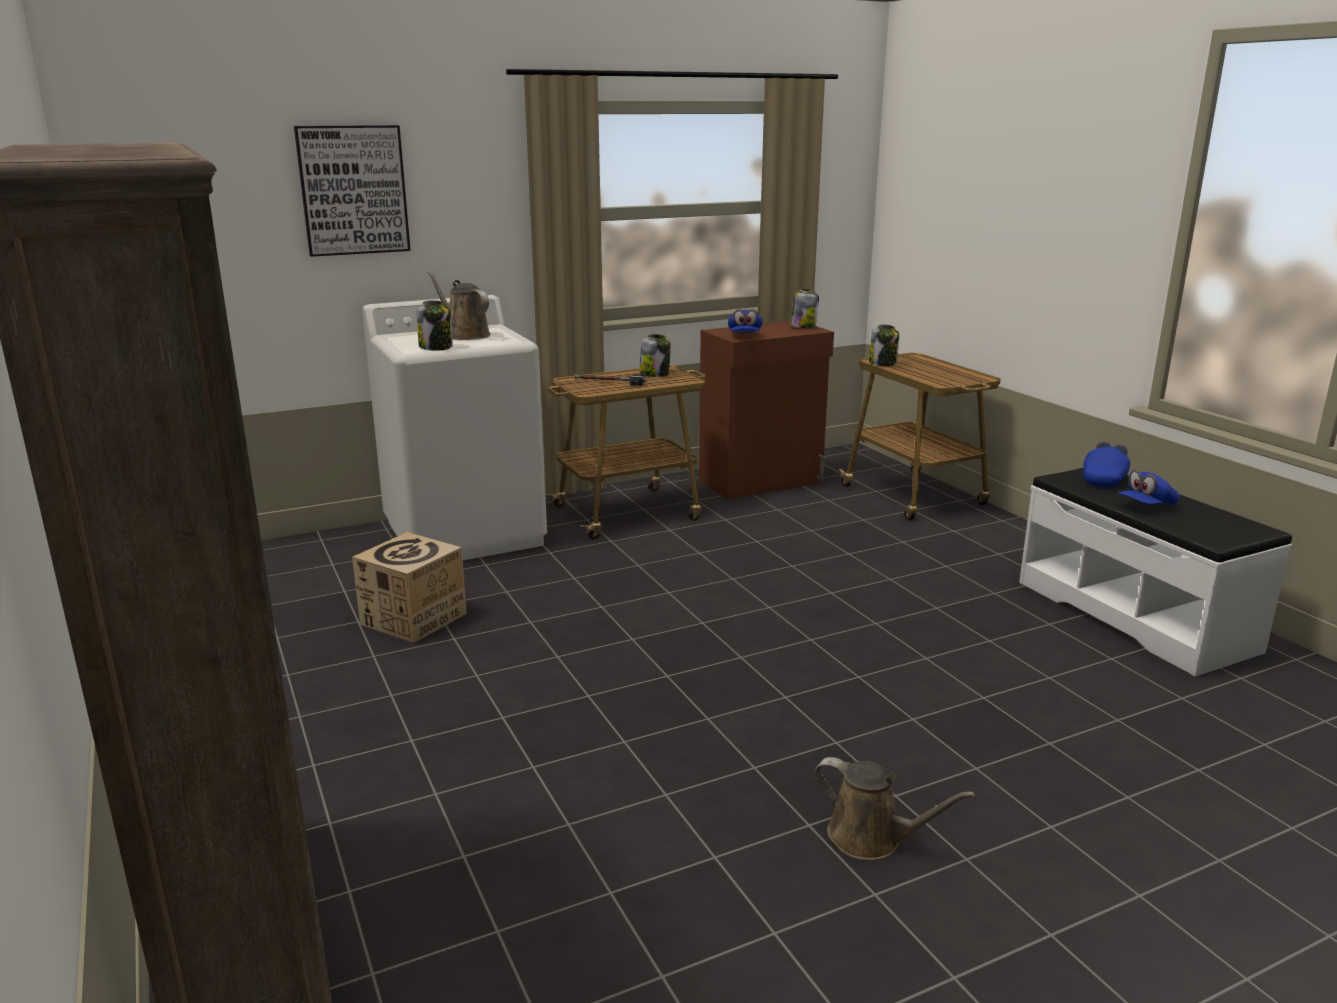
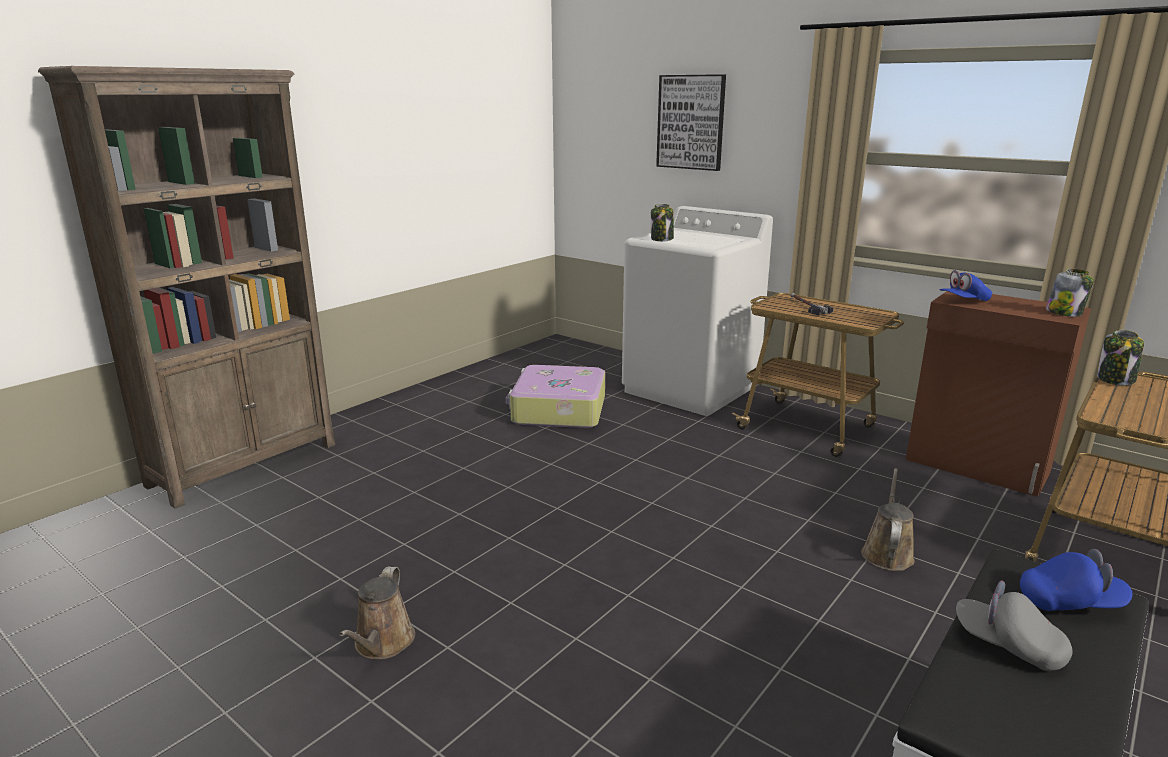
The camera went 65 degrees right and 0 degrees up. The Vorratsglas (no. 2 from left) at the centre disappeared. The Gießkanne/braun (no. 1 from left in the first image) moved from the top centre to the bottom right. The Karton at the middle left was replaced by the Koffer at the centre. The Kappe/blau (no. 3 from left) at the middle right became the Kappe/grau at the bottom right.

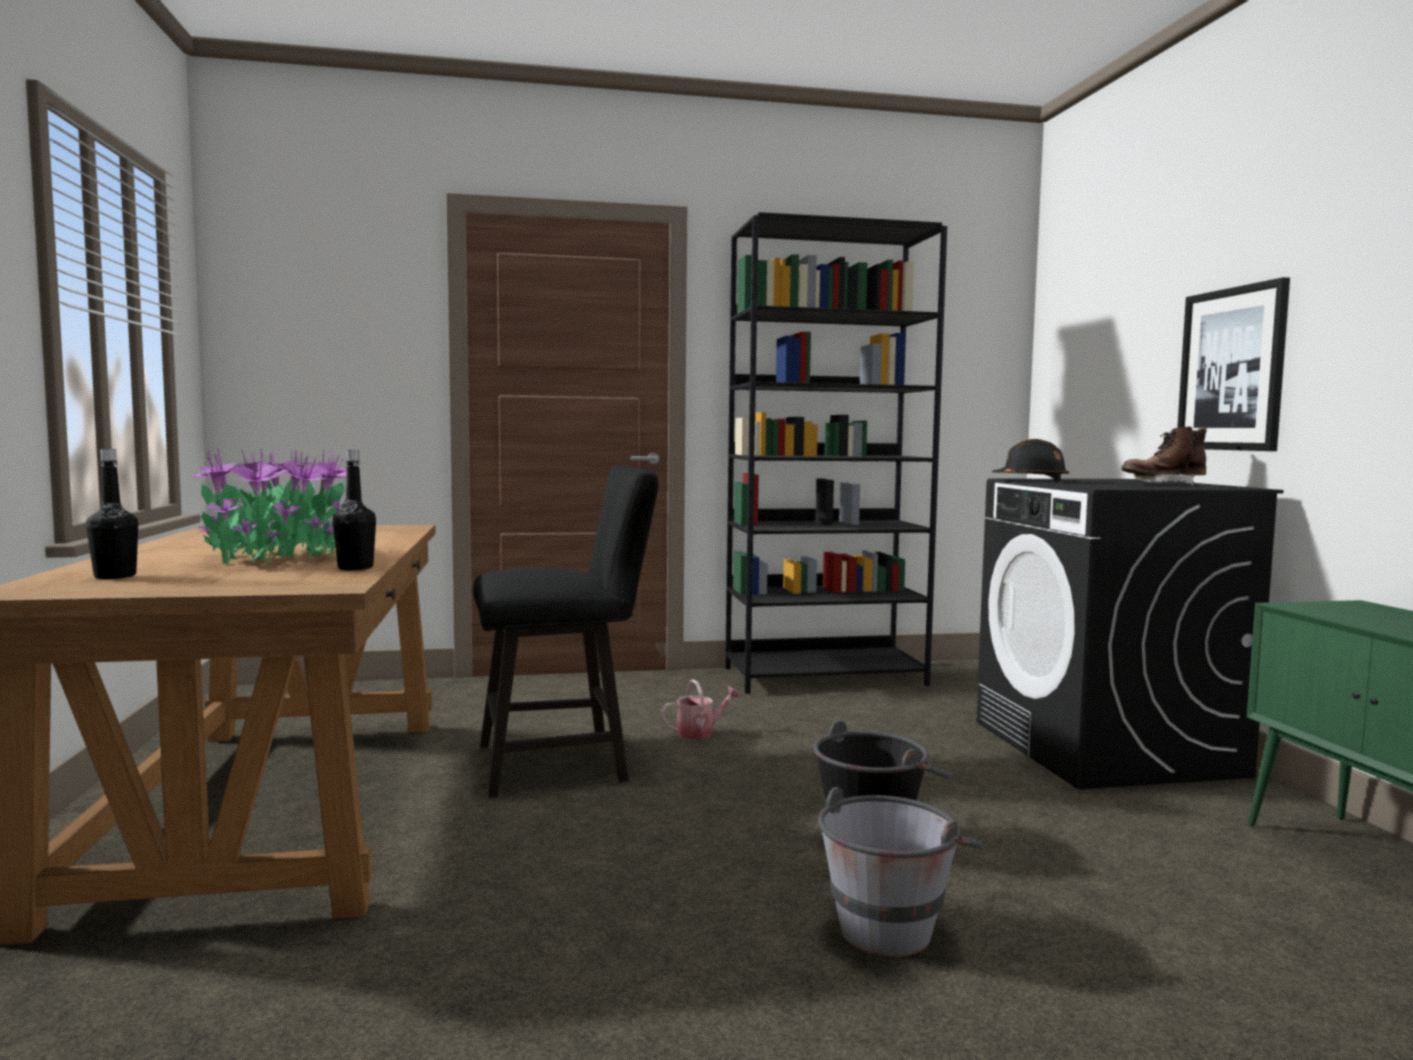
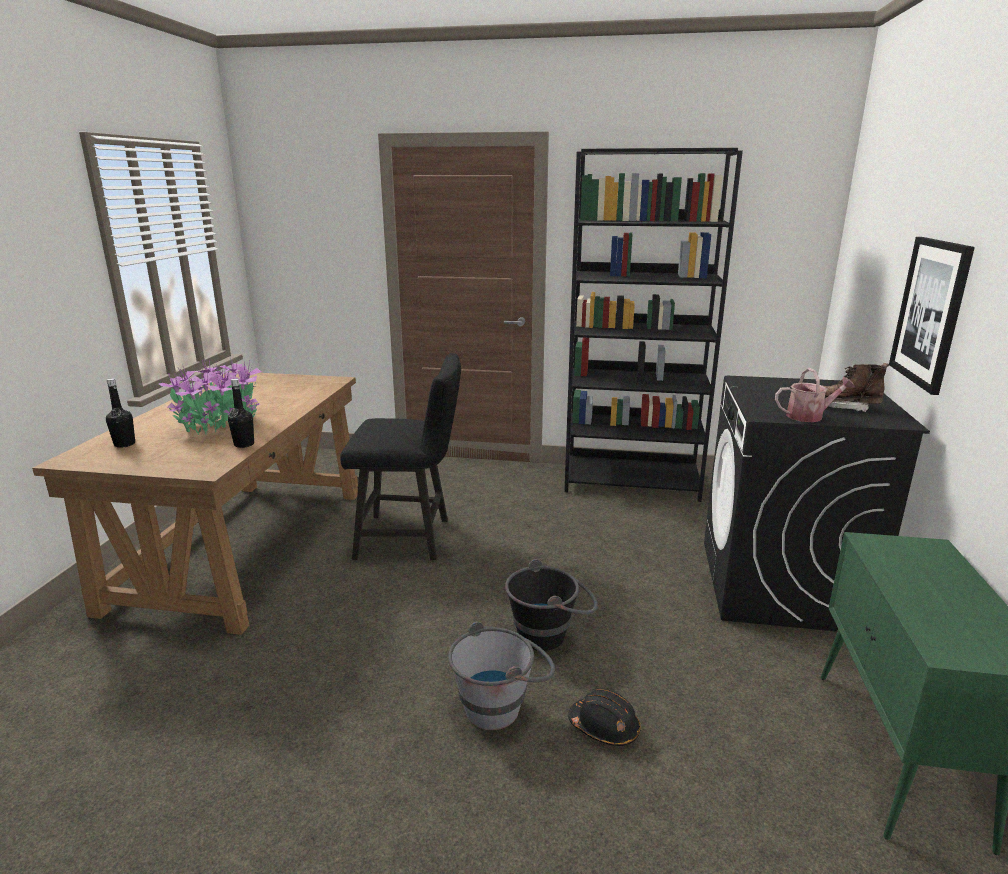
The camera went 20 degrees right and 15 degrees up. The Gießkanne moved from the bottom centre to the middle right. The Schutzhelm/schwarz moved from the middle right to the bottom centre.

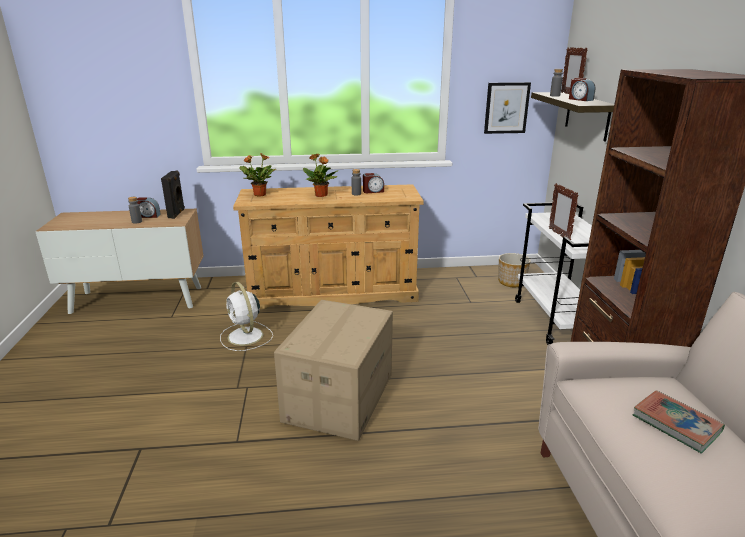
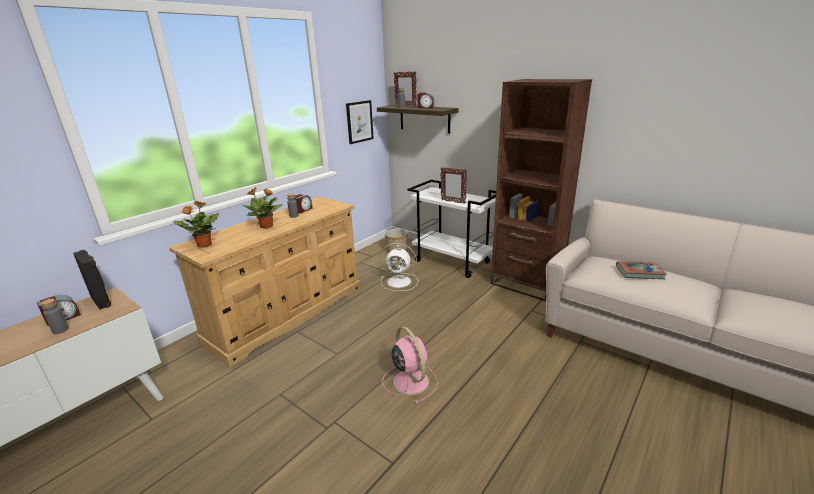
The camera went 45 degrees left and 0 degrees up. The Ventilator/weiß moved from the middle left to the centre. The Karton at the bottom centre was replaced by the Ventilator/rosa at the bottom centre.

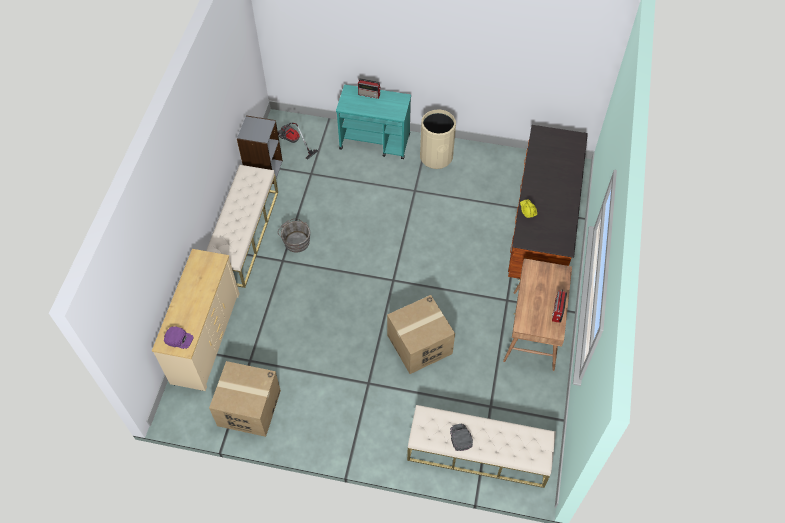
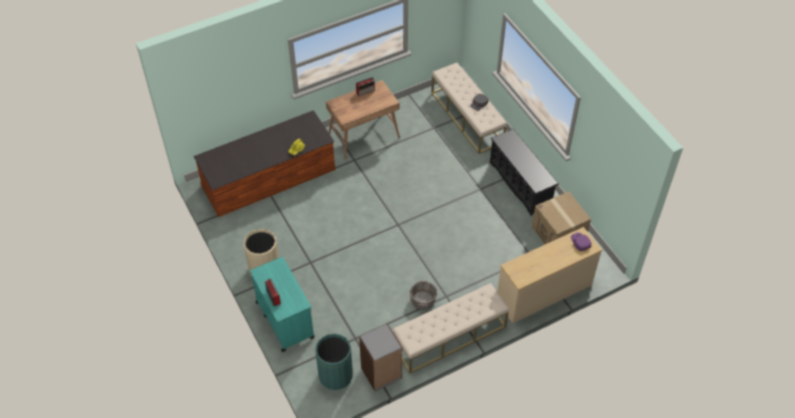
The camera went 130 degrees left and 5 degrees down. The Karton (no. 2 from left) at the centre disappeared. The Schuhregal/schwarz at the centre appeared. The Staubsauger at the top centre was replaced by the Mülleimer/grün at the bottom centre.

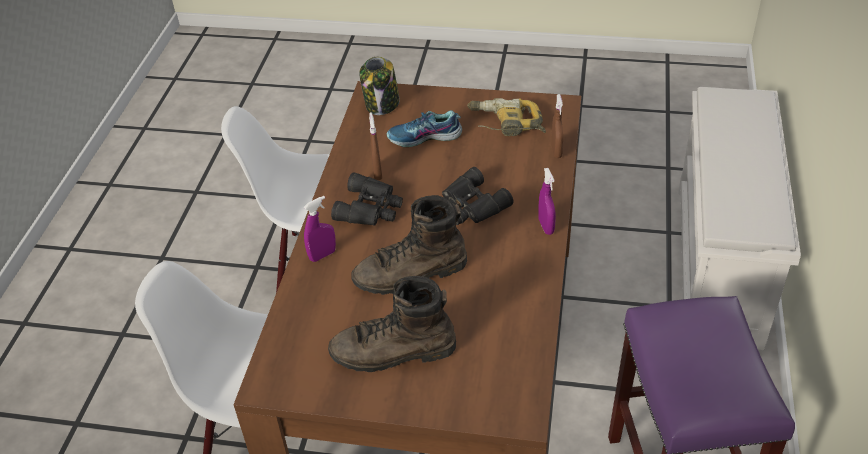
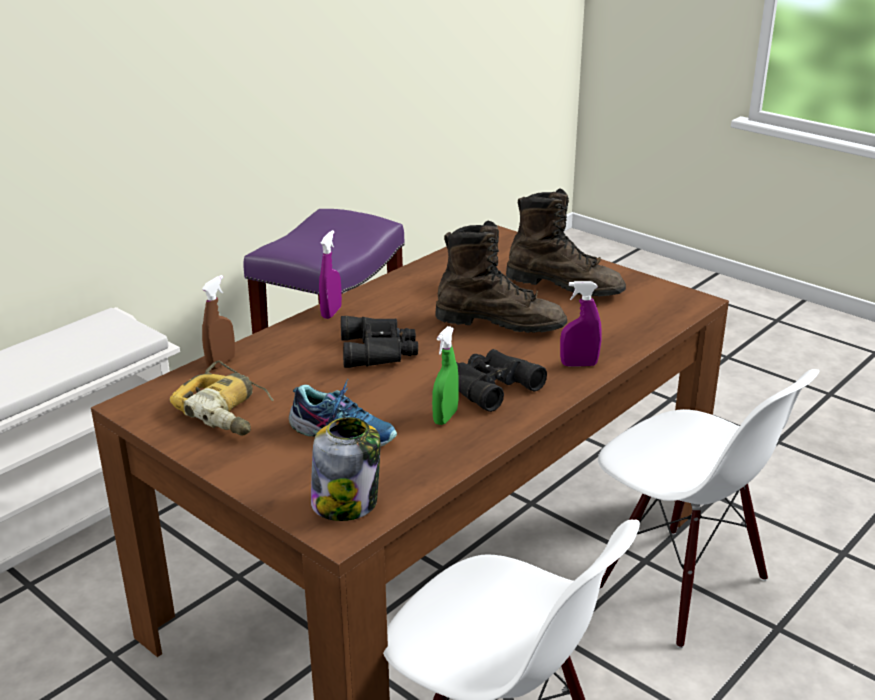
The camera went 150 degrees left and 15 degrees down. The Sprühflasche/braun (no. 1 from left) at the top centre became the Sprühflasche/grün at the centre.

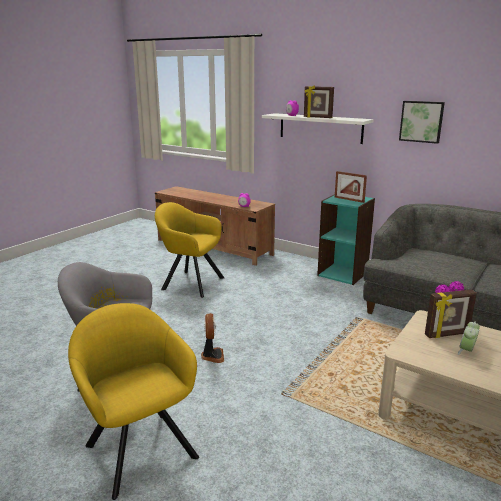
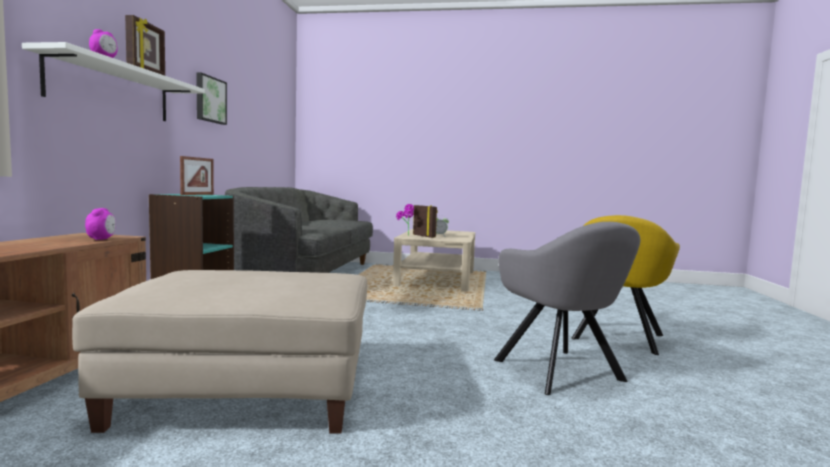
The camera went 115 degrees left and 15 degrees down. The Ventilator at the bottom centre disappeared. The Sessel/gelb (no. 2 from left) at the centre was replaced by the Polsterhocker/beige at the bottom left.

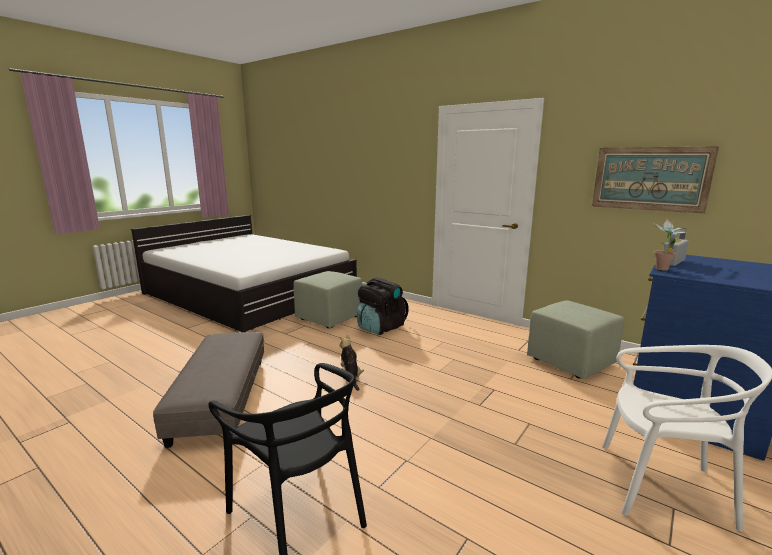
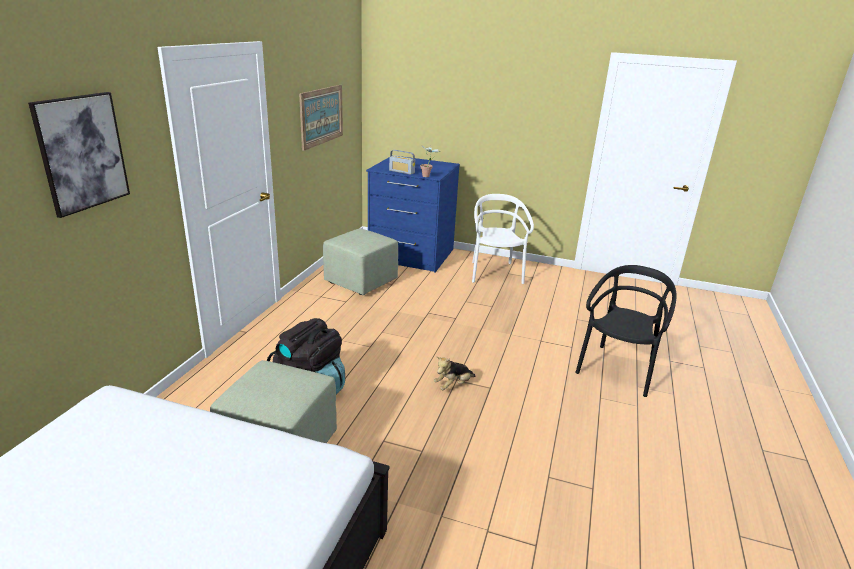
The camera went 110 degrees left and 10 degrees up. The Polsterhocker/grau at the bottom left disappeared. The Bild (no. 1 from left) at the top left appeared.

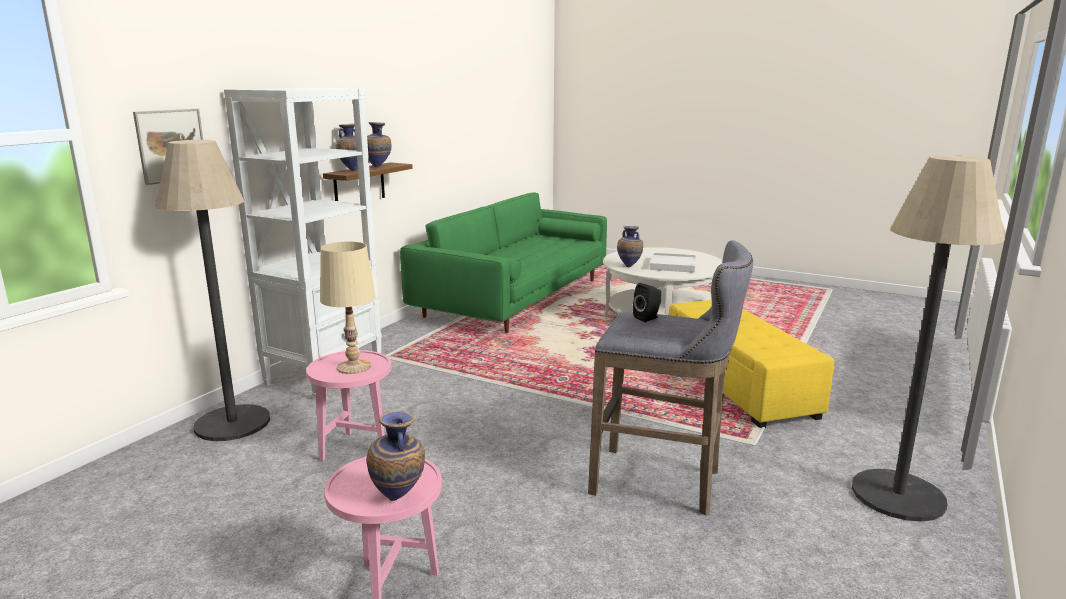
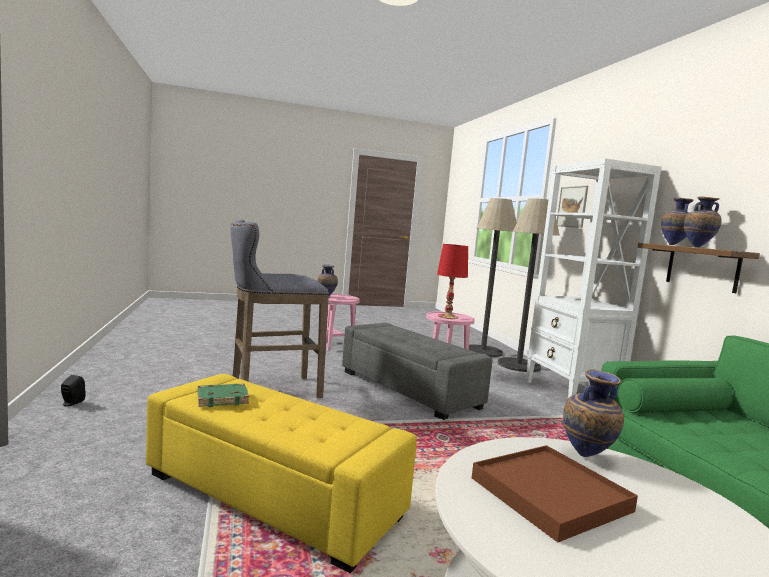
The camera went 135 degrees right and 10 degrees down. The Buch/grün at the bottom left appeared. The Polsterhocker/grau at the centre appeared. The Lautsprecher/schwarz moved from the centre to the bottom left. The Stehlampe (no. 2 from left in the first image) moved from the middle right to the centre. The Tischlampe/beige at the middle left became the Tischlampe/rot at the centre. The Tablett/weiß at the centre became the Tablett/braun at the bottom right.

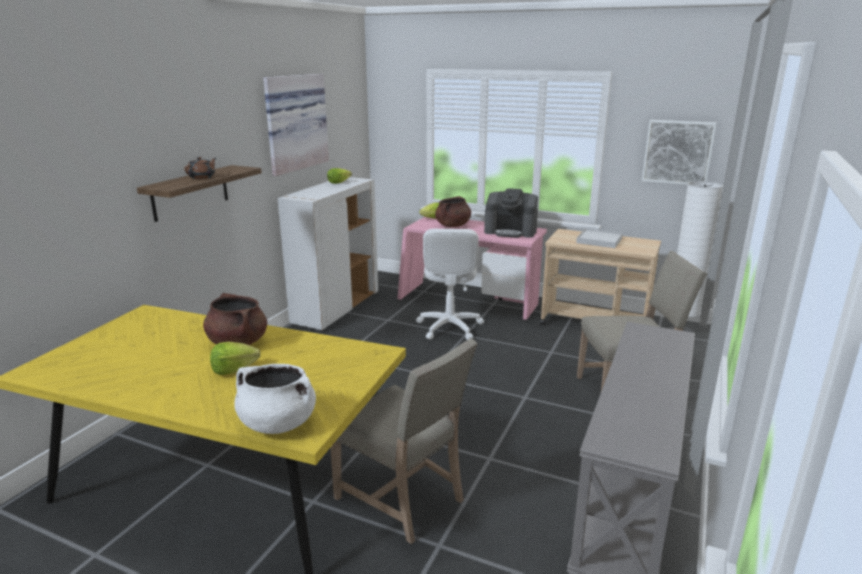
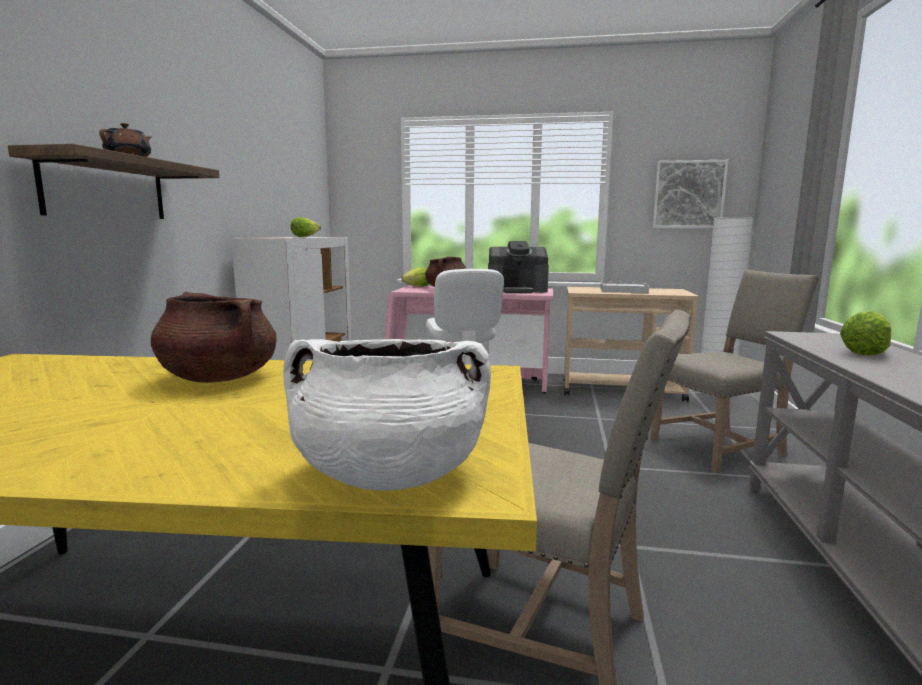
The camera went 15 degrees left and 10 degrees down. The Bild (no. 1 from left) at the top centre disappeared. The Salatkopf (no. 1 from left in the first image) moved from the middle left to the middle right.

